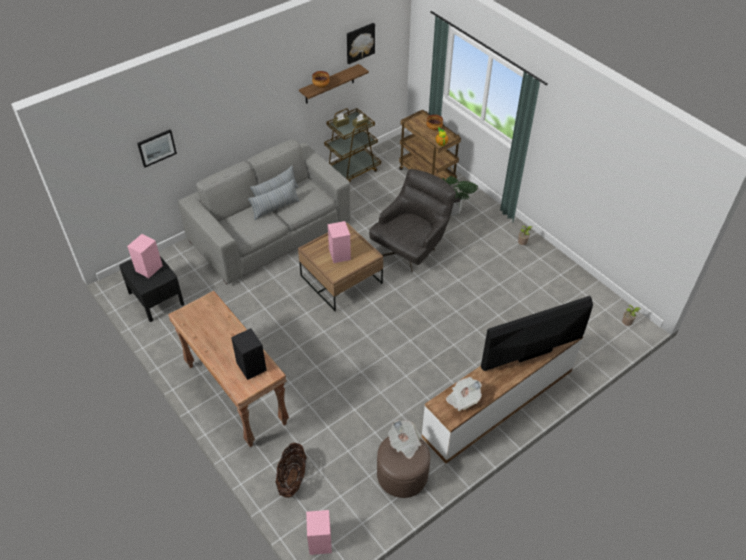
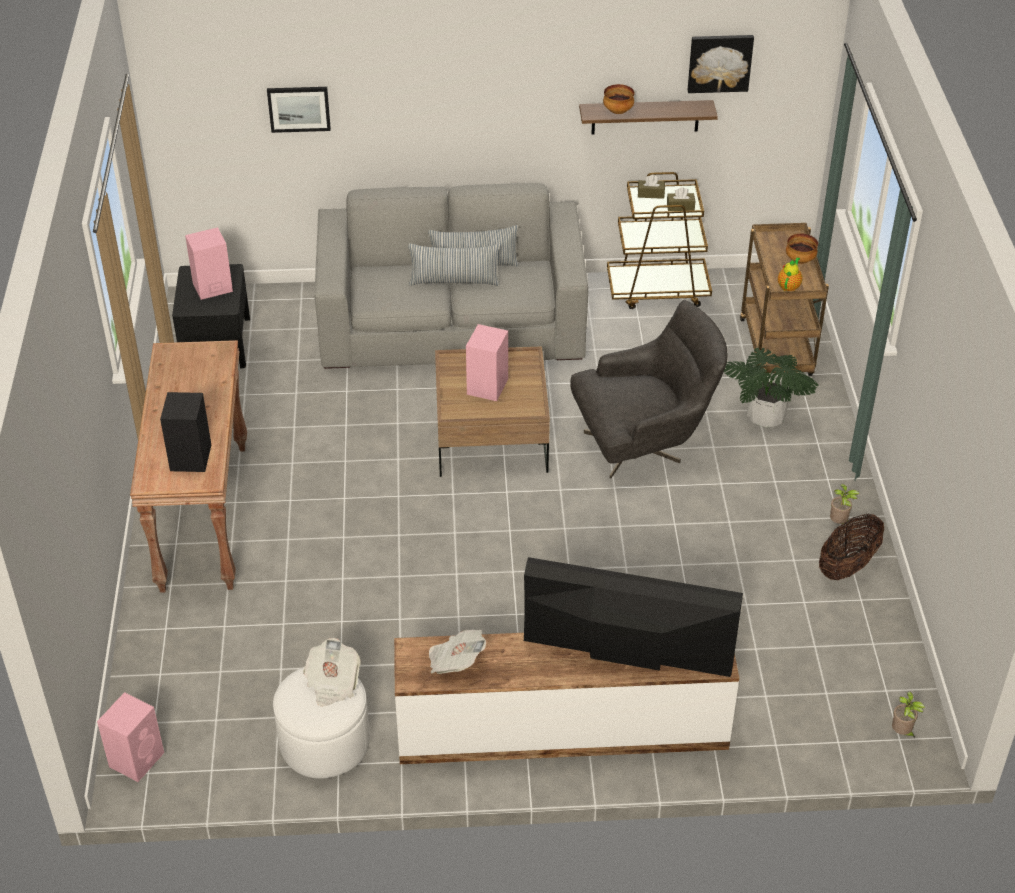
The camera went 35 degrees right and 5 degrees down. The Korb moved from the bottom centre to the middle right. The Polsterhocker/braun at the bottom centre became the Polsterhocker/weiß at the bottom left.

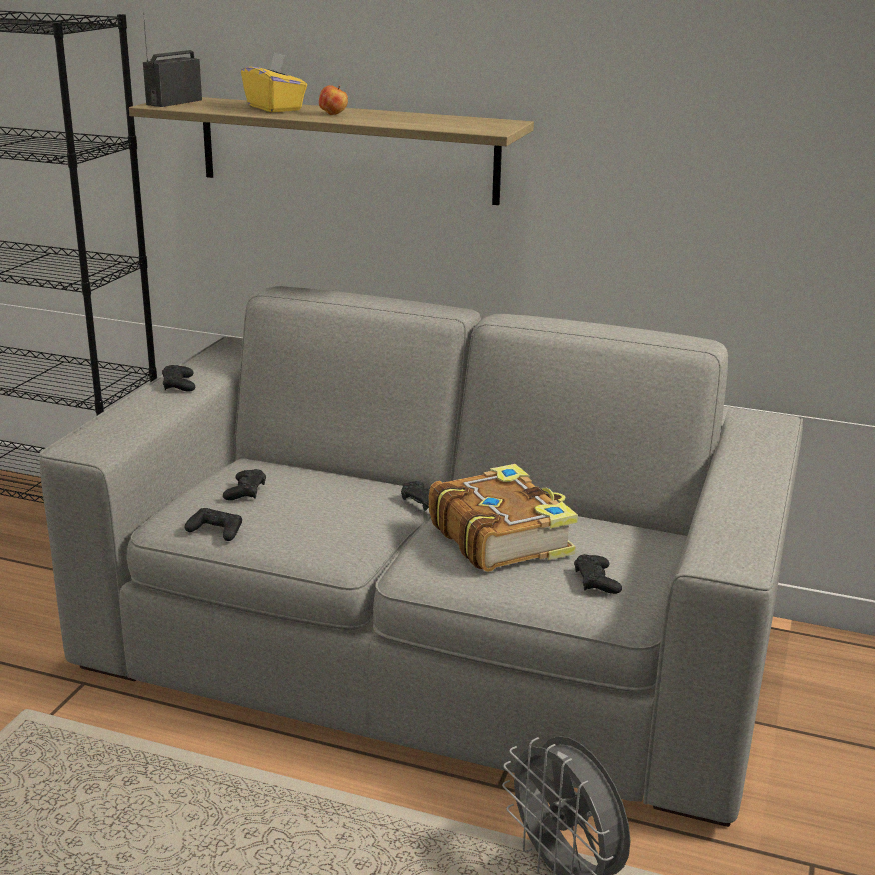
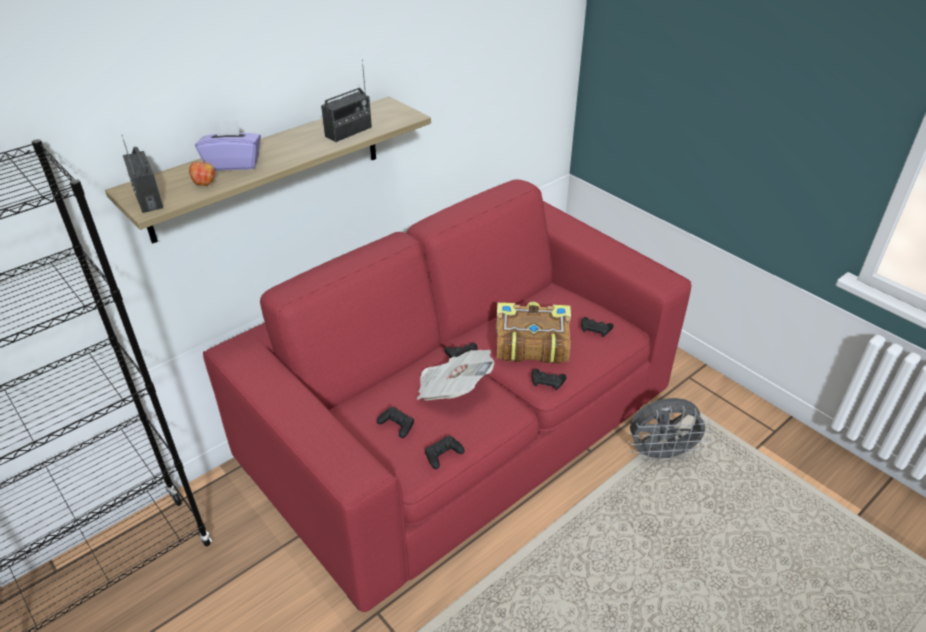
The camera went 60 degrees left and 15 degrees up. The Radio (no. 2 from left) at the top centre appeared. The Zeitung at the centre appeared. The Gamepad/schwarz (no. 1 from left in the first image) moved from the middle left to the centre. The Apfel moved from the top centre to the top left. The Sofa/grau at the centre became the Sofa/rot at the centre. The Taschentuchbox/gelb at the top left became the Taschentuchbox/lila at the top left.

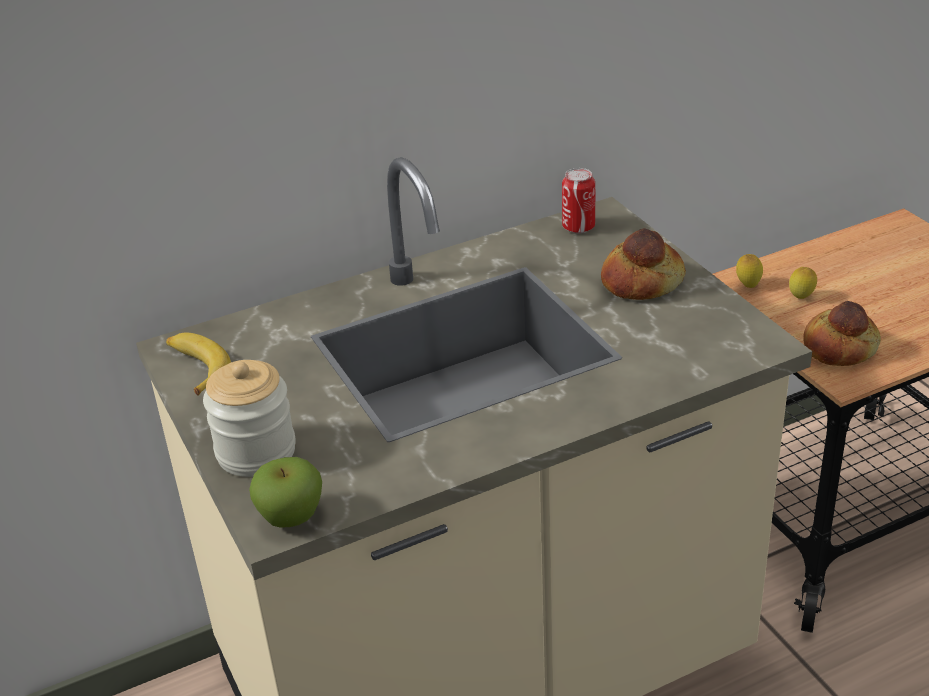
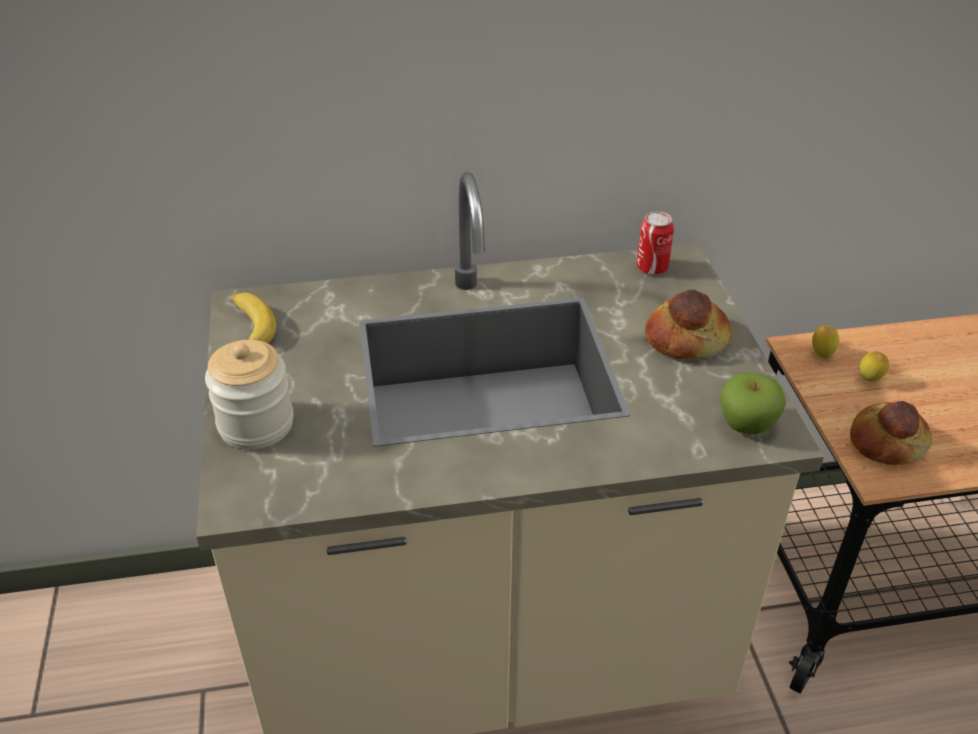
The camera went 15 degrees right and 5 degrees up. The Apfel moved from the bottom left to the middle right.

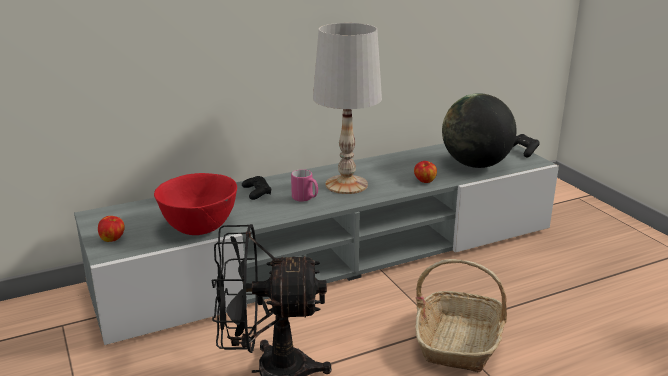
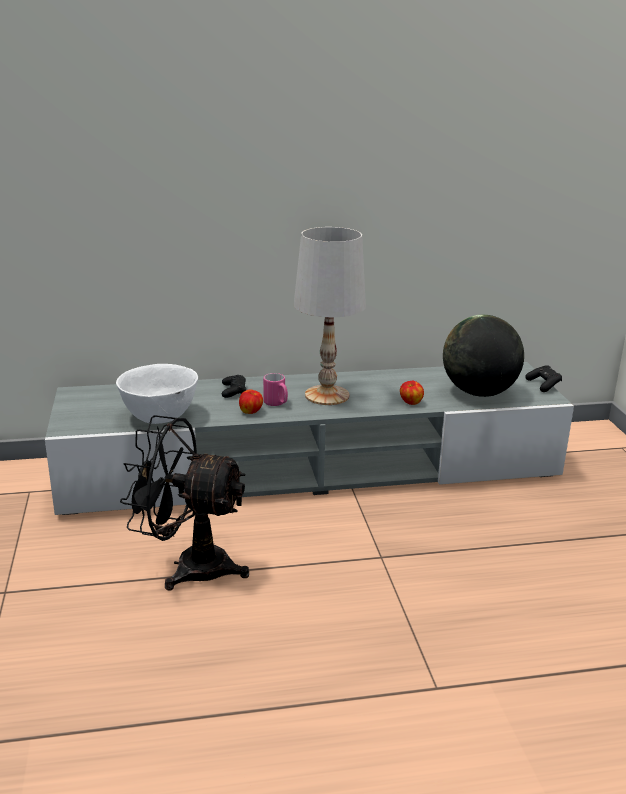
The camera went 15 degrees right and 0 degrees up. The Korb at the bottom right disappeared. The Apfel (no. 1 from left) moved from the middle left to the centre. The Schüssel/rot at the middle left became the Schüssel/weiß at the middle left.

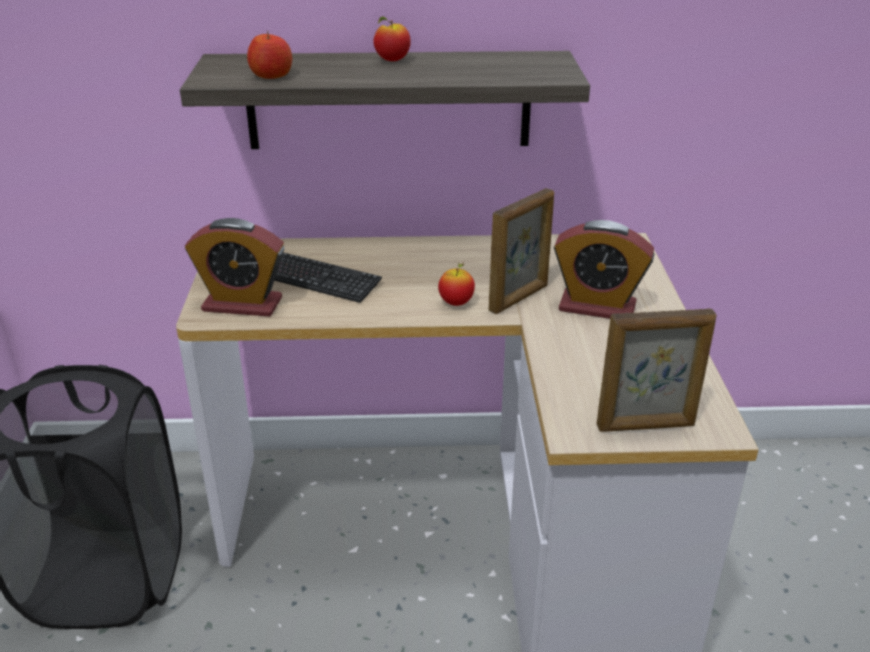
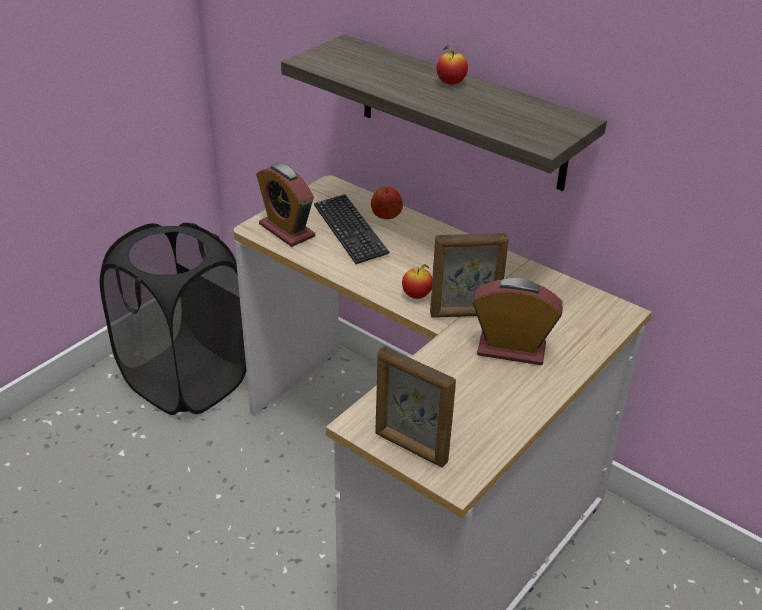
The camera went 40 degrees right and 5 degrees up. The Apfel (no. 1 from left) moved from the top left to the top centre. The Wecker (no. 2 from left) at the middle right turned 135 degrees clockwise.

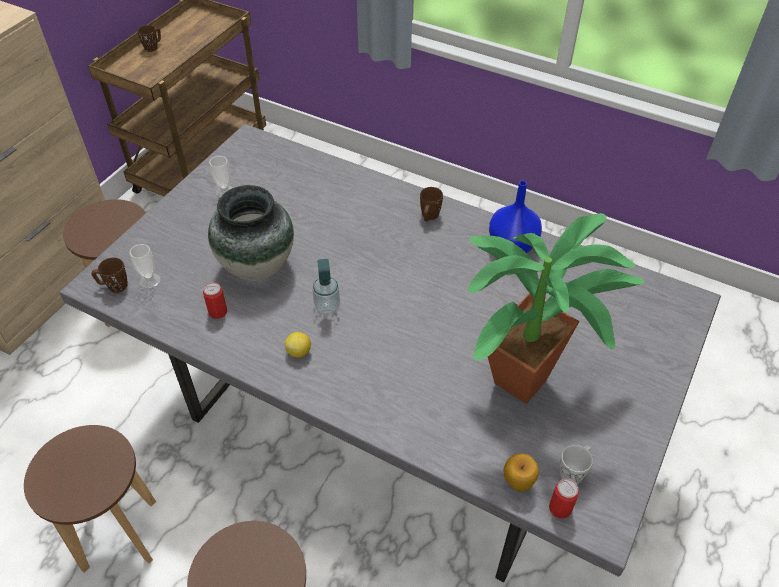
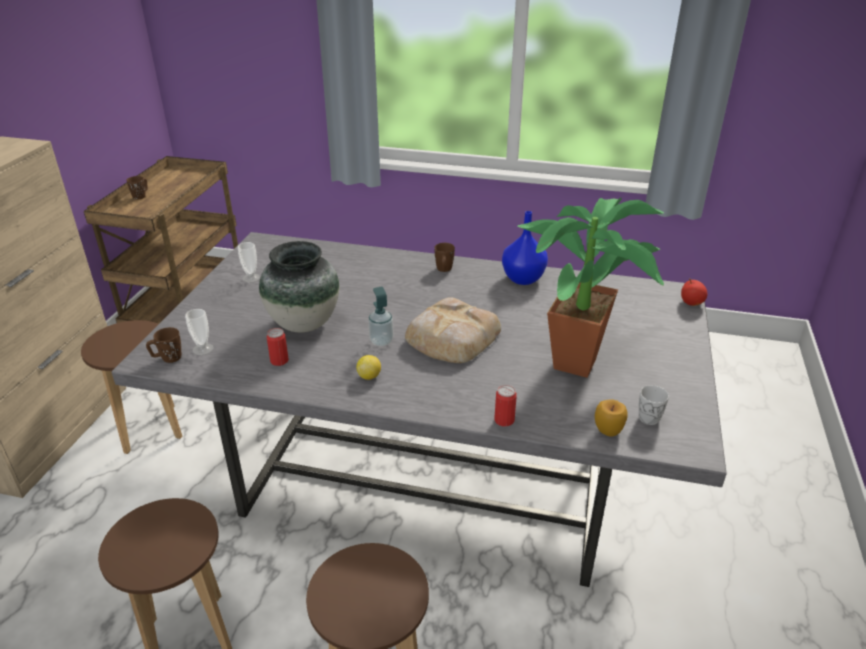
The camera went 15 degrees left and 15 degrees down. The Brot at the centre appeared. The Apfel (no. 2 from left) at the middle right appeared. The Dose (no. 2 from left) moved from the bottom right to the centre.

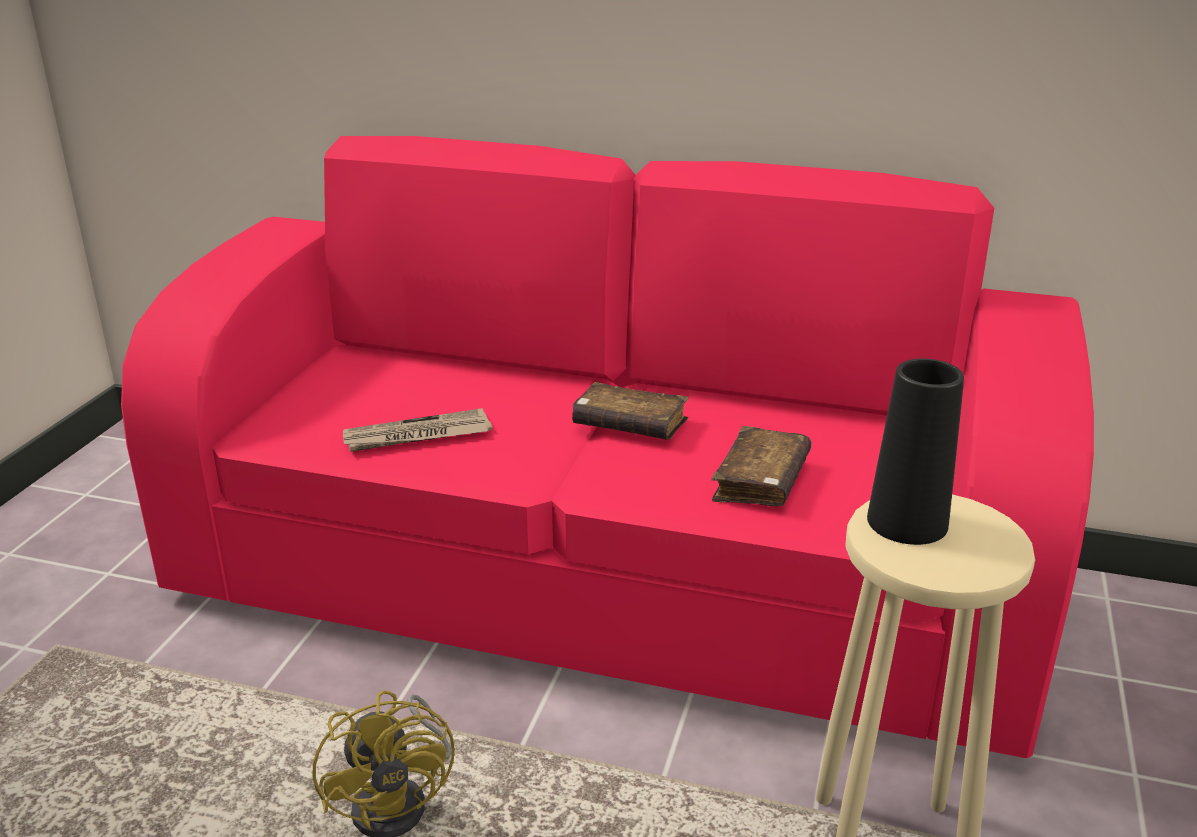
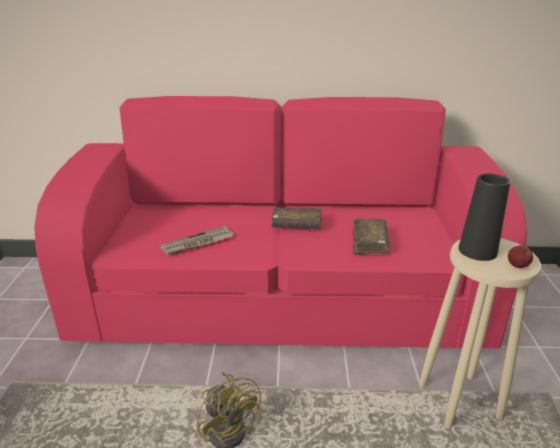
The camera went 15 degrees left and 0 degrees up. The Apfel at the middle right appeared.

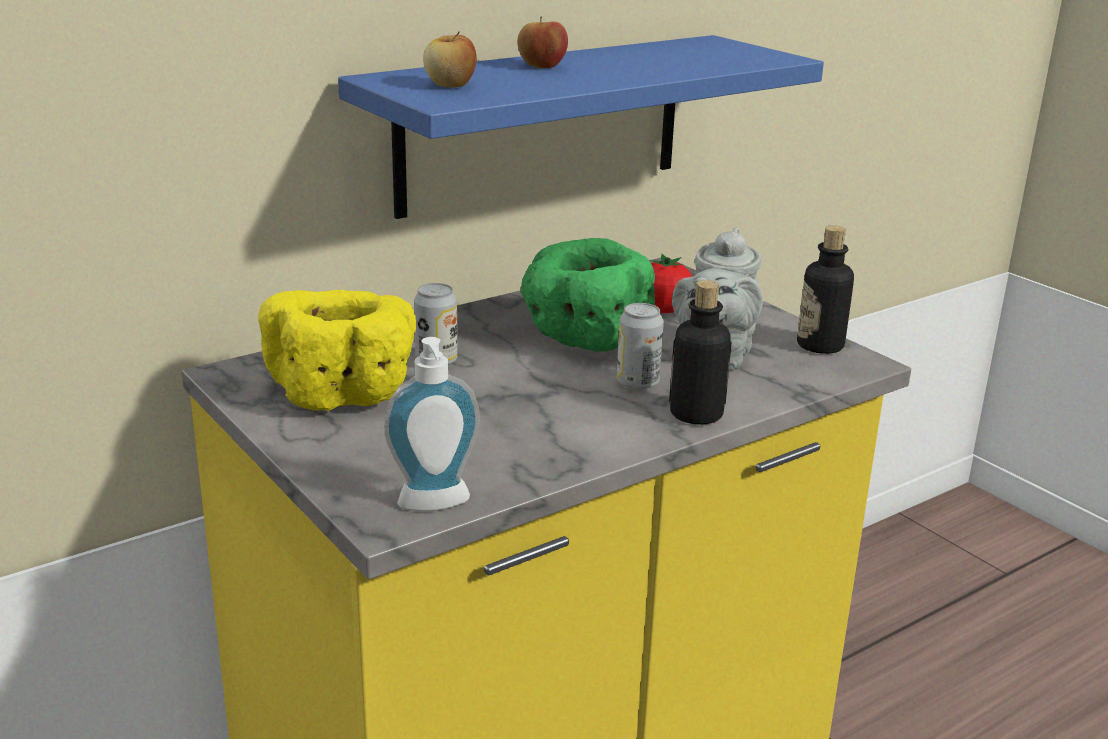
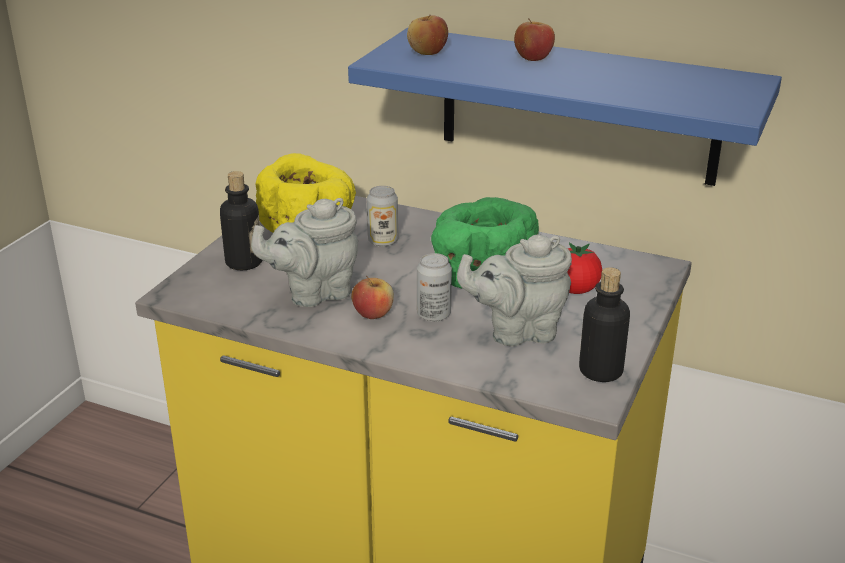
The camera went 60 degrees right and 5 degrees up. The Seifenspender at the centre disappeared. The Teekanne/grau (no. 1 from left) at the centre appeared. The Apfel (no. 1 from left) at the centre appeared. The Flasche (no. 1 from left) moved from the centre to the middle left.

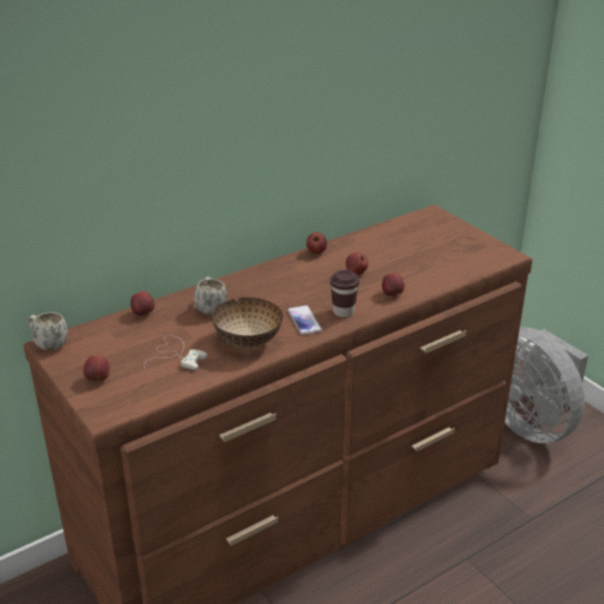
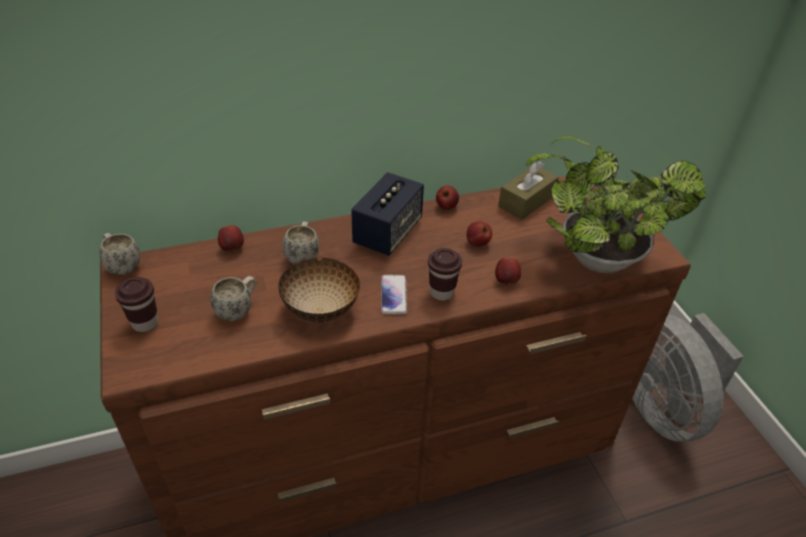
The camera went 15 degrees right and 10 degrees up. The Lautsprecher at the centre appeared. The Taschentuchbox/braun at the centre appeared. The Topfpflanze at the middle right appeared. The Apfel (no. 1 from left) at the middle left was replaced by the Tasse/braun (no. 1 from left) at the middle left. The Gamepad/weiß at the middle left was replaced by the Henkelbecher/weiß (no. 2 from left) at the middle left.

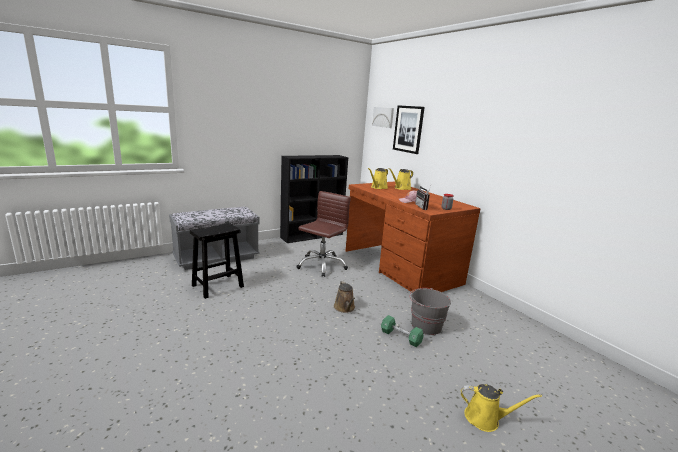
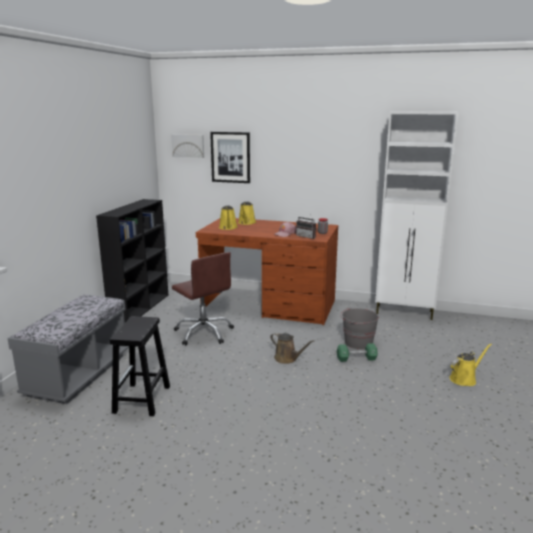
The camera went 40 degrees left and 0 degrees up. The Schrank/weiß at the middle right appeared. The Bürostuhl/braun at the centre turned 150 degrees clockwise.

